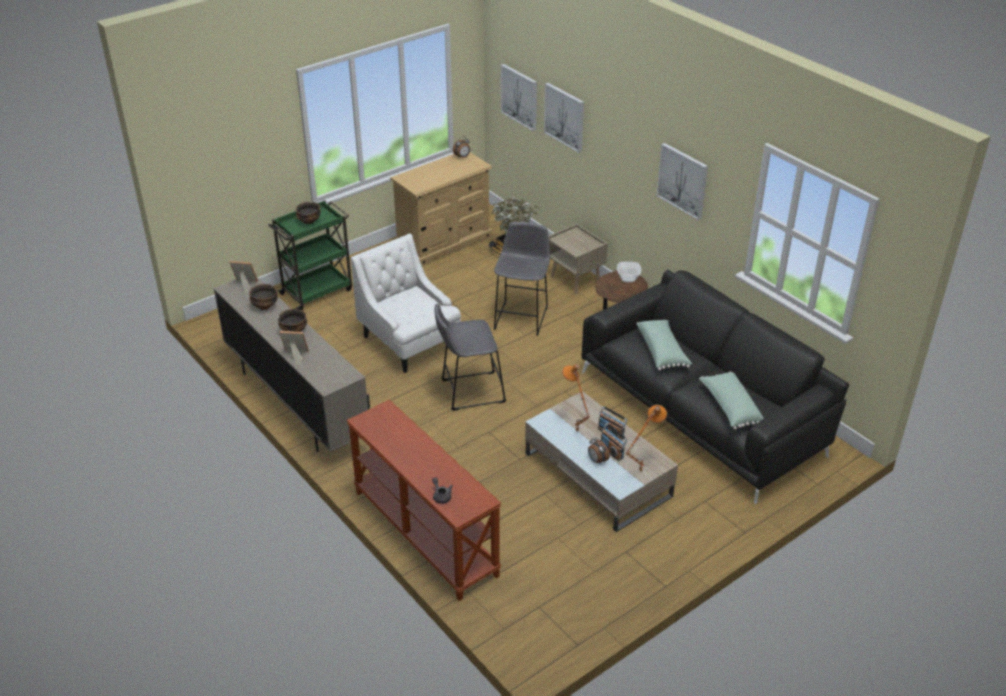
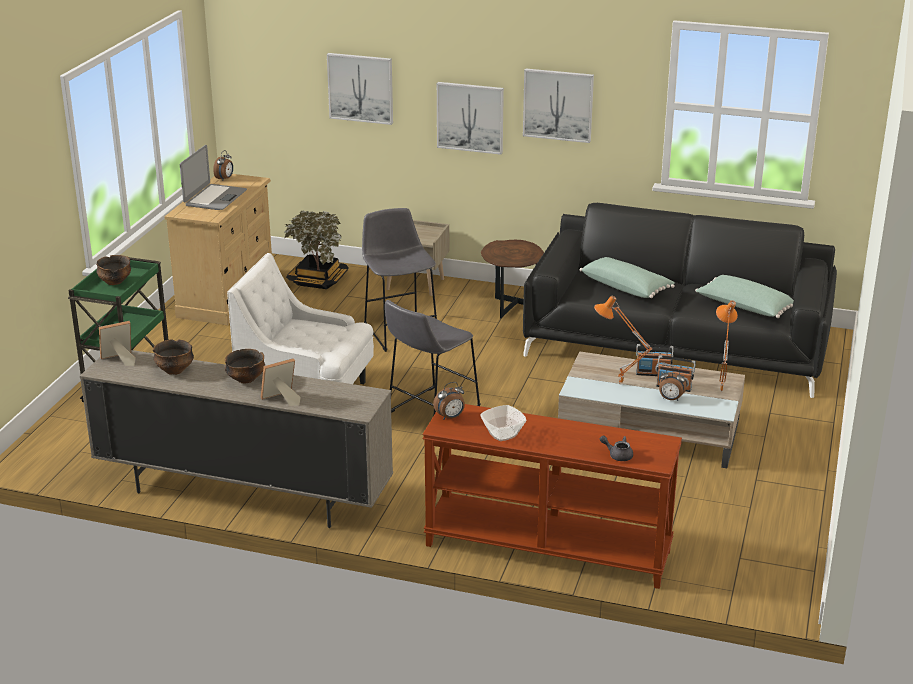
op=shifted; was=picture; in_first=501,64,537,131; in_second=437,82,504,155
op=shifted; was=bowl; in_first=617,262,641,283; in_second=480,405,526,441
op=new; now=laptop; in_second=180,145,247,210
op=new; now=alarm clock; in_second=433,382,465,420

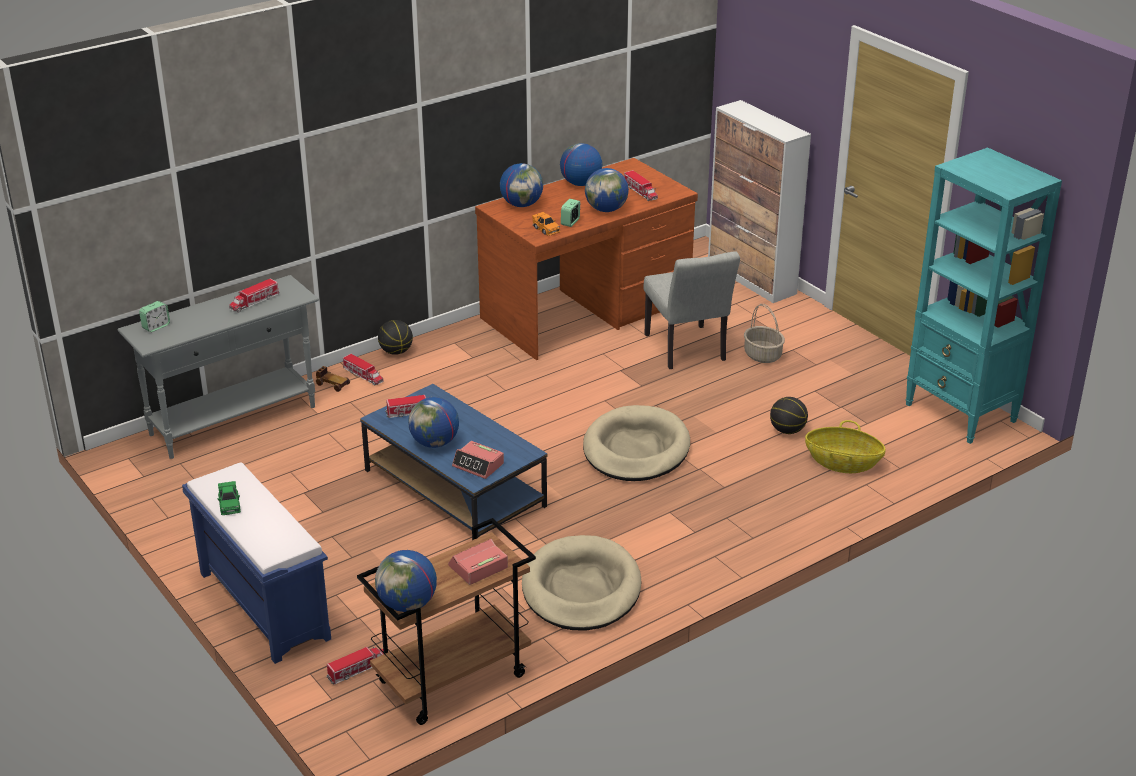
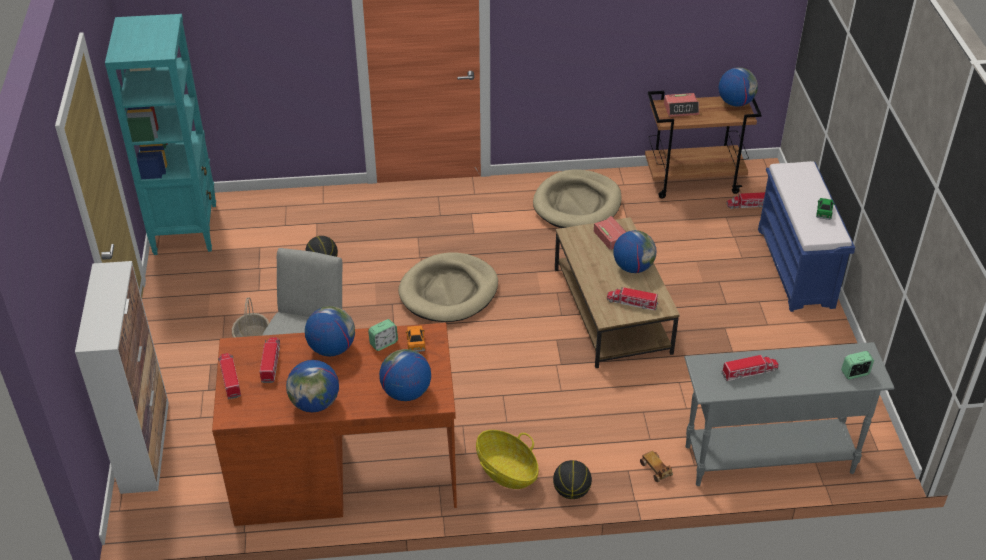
op=shifted; was=toy truck; in_first=343,354,384,386; in_second=218,353,241,399
op=repainted; was=blue coffee table; now=brown coffee table; in_first=360,384,547,538; in_second=555,217,680,368
op=shifted; was=basket; in_first=805,420,885,473; in_second=476,430,539,489

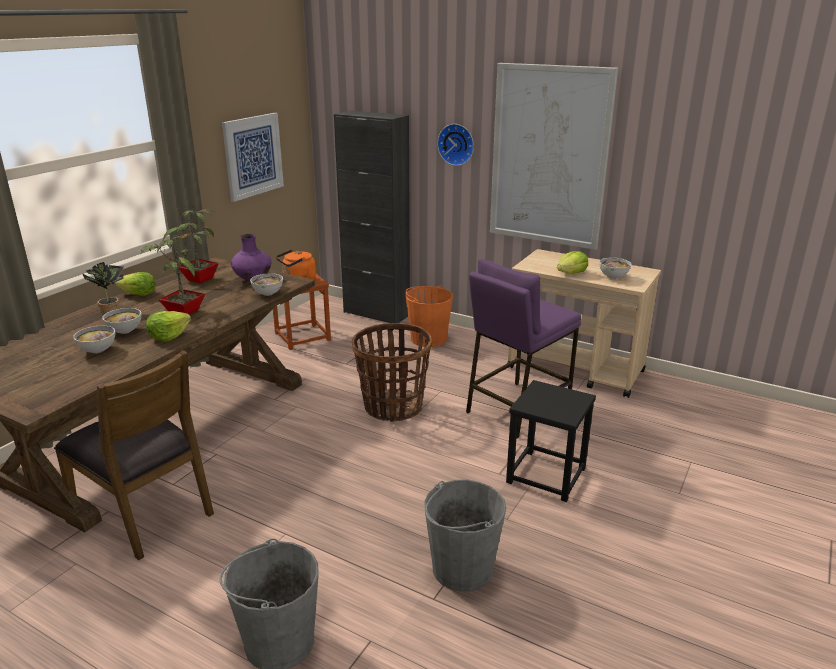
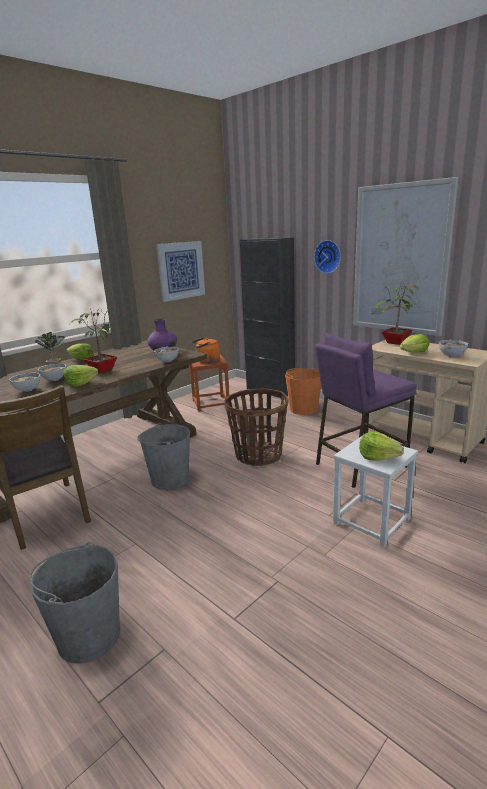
op=shifted; was=potted plant; in_first=163,204,219,283; in_second=373,284,419,345
op=repainted; was=black stool; now=white stool; in_first=506,380,596,502; in_second=333,435,418,547
op=shifted; was=grey bucket; in_first=424,480,506,592; in_second=137,423,190,490
op=new; now=lettuce; in_second=359,431,404,461

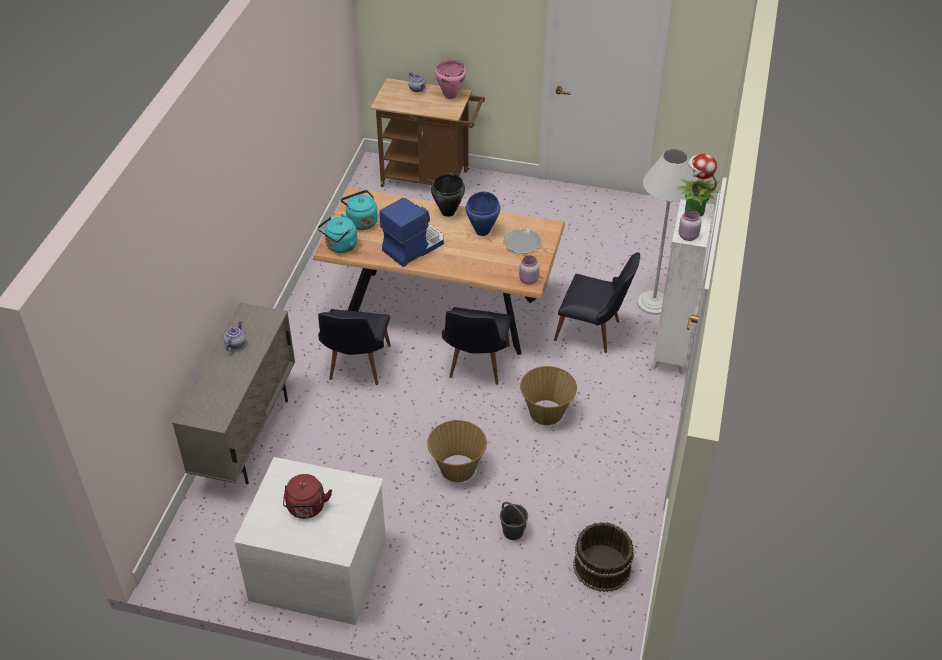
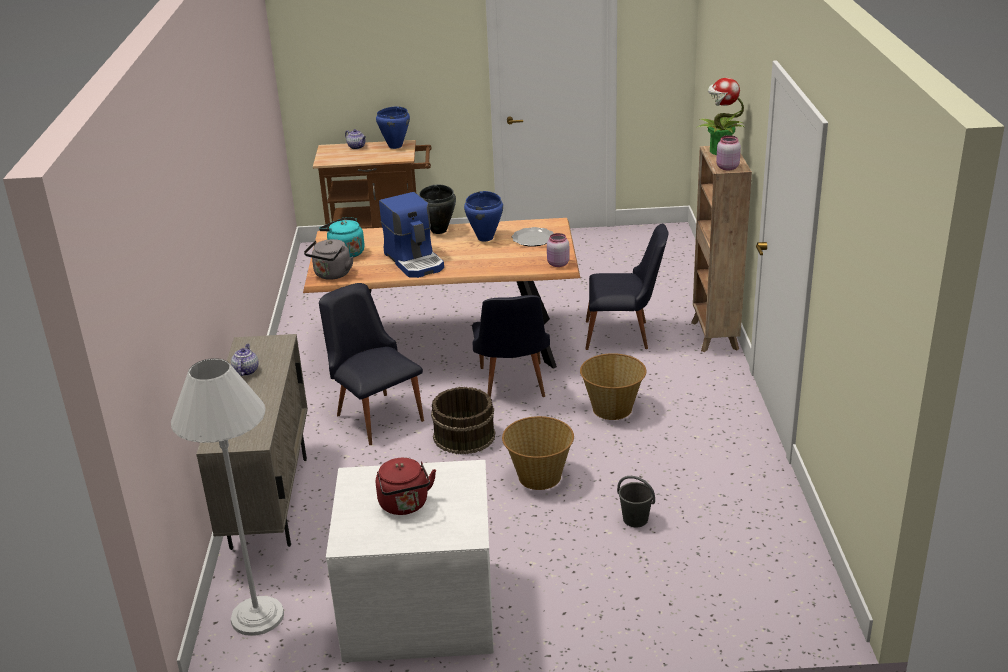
op=repainted; was=pink cooking pot; now=blue cooking pot; in_first=435,60,466,99; in_second=376,106,410,149
op=shifted; was=white floor lamp; in_first=637,149,698,315; in_second=171,358,284,636
op=rotated; was=coffee machine; in_first=379,198,444,267; in_second=379,192,444,278; clockwise=120
op=repainted; was=white bookcase; now=brown bookcase; in_first=651,199,714,374; in_second=691,146,752,352
op=repainted; was=turquoise kettle; now=grey kettle; in_first=318,217,357,253; in_second=304,239,353,280
op=rotated; was=black chair; in_first=318,309,391,385; in_second=319,283,424,445; clockwise=150
op=shifted; was=brown bucket; in_first=573,522,634,592; in_second=431,387,495,454

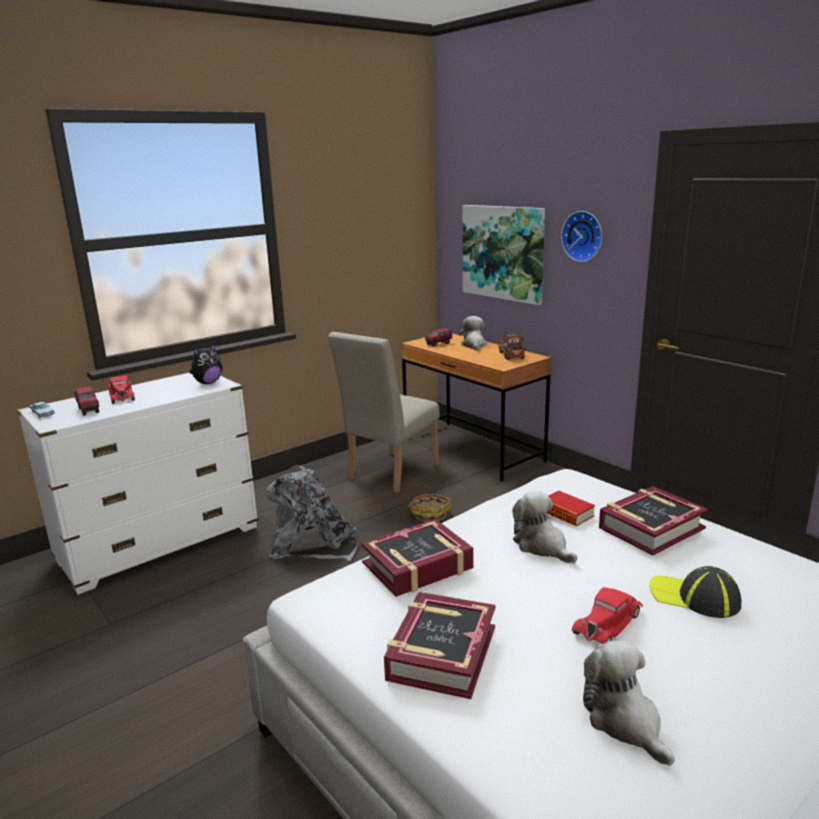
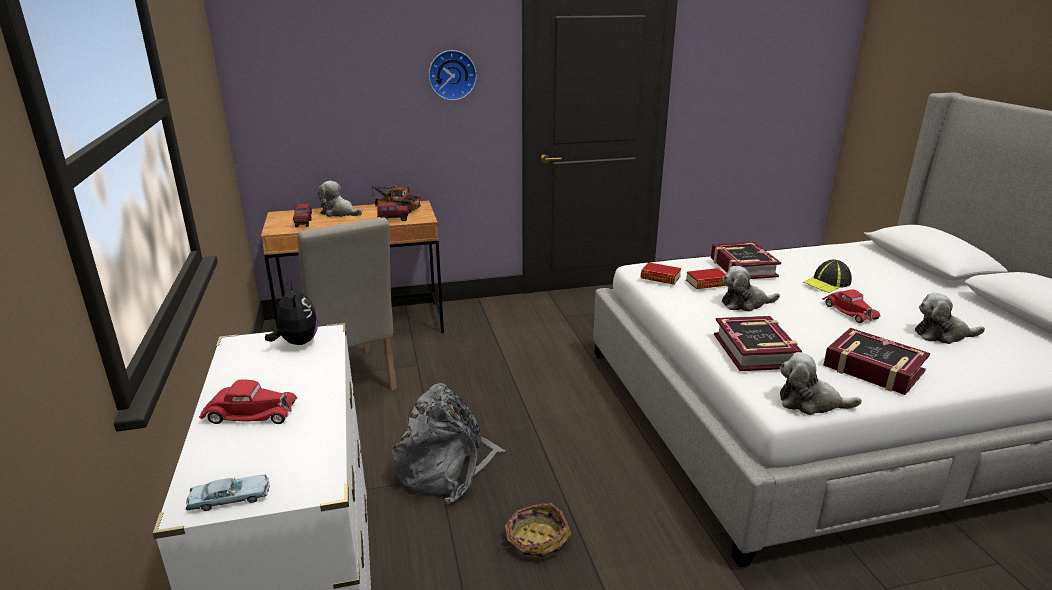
op=gone; was=picture; in_first=463,205,545,305
op=shifted; was=toy truck; in_first=74,386,99,416; in_second=377,202,409,221
op=shifted; was=basket; in_first=408,494,451,522; in_second=500,503,571,559
op=new; now=book; in_second=641,262,681,285
op=new; now=plush toy; in_second=780,352,862,415

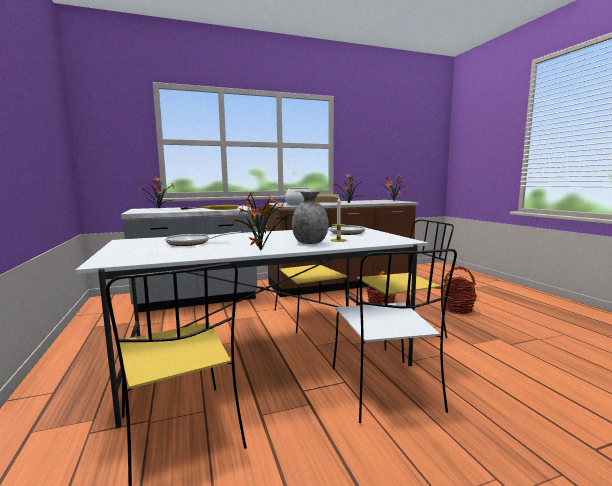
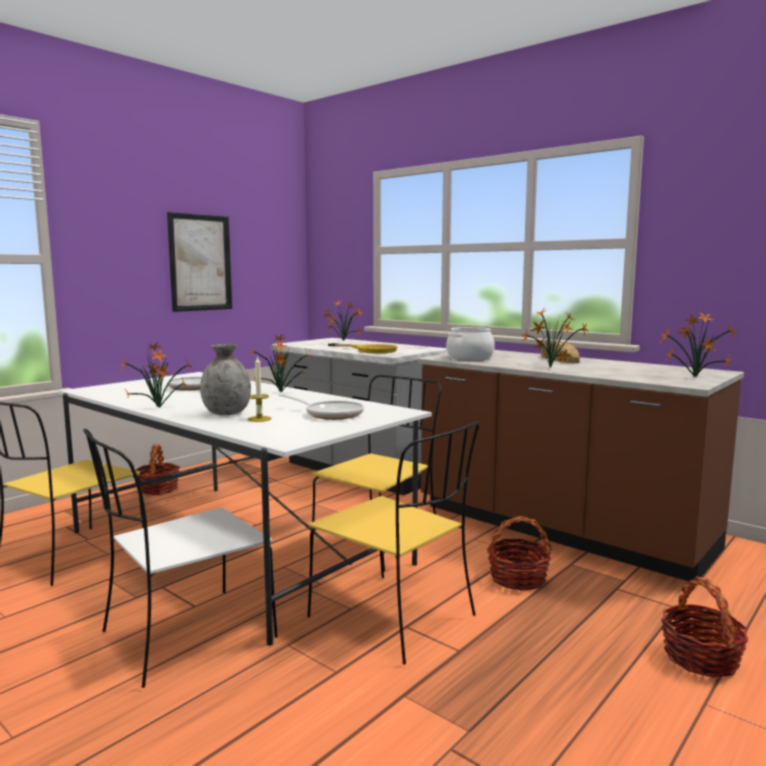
op=shifted; was=basket; in_first=440,276,477,314; in_second=135,444,180,496
op=new; now=picture; in_second=167,212,232,312

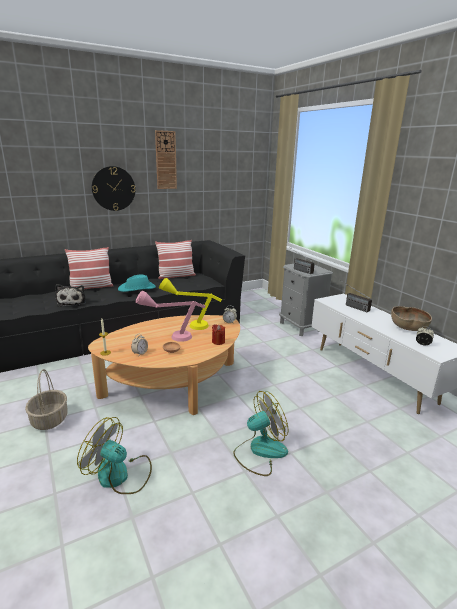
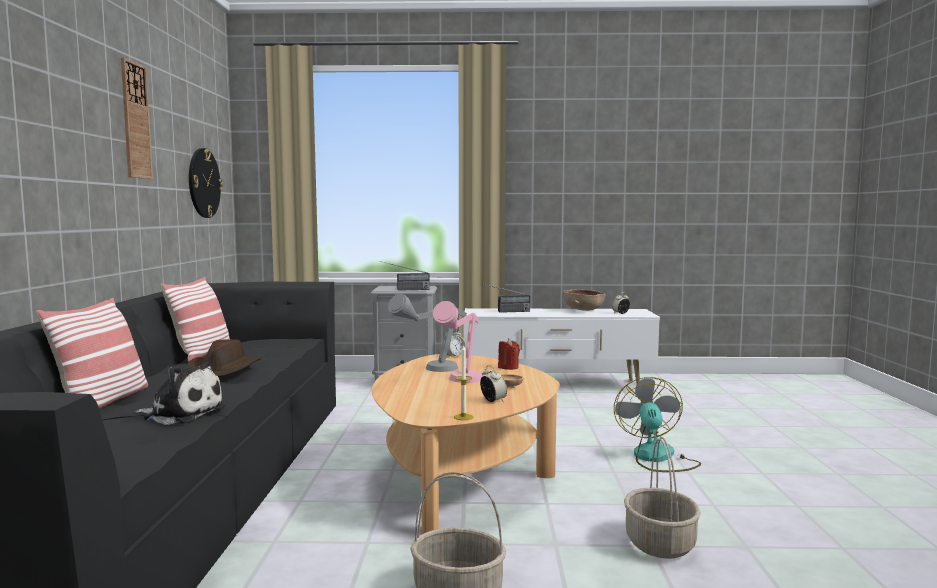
op=shifted; was=wall clock; in_first=92,166,135,211; in_second=189,148,223,218
op=repainted; was=turquoise hat; now=brown hat; in_first=118,275,156,292; in_second=187,339,262,377
op=repainted; was=yellow table lamp; now=grey table lamp; in_first=159,278,222,330; in_second=388,293,467,372
op=swapped; was=fan; now=basket; in_first=77,417,152,494; in_second=624,437,701,559

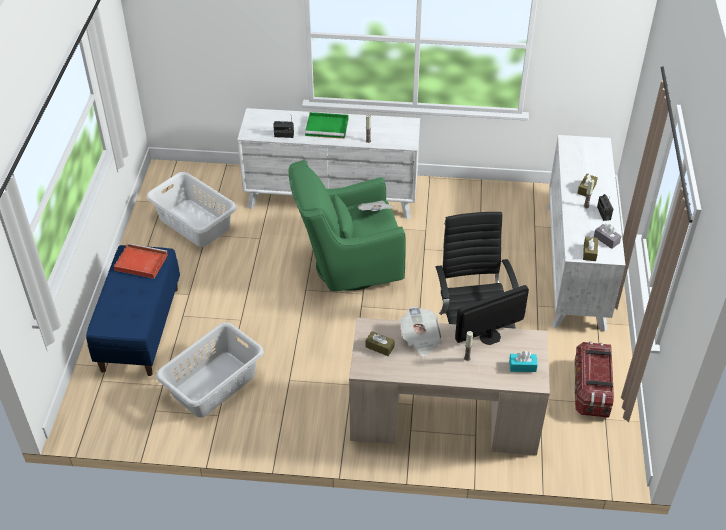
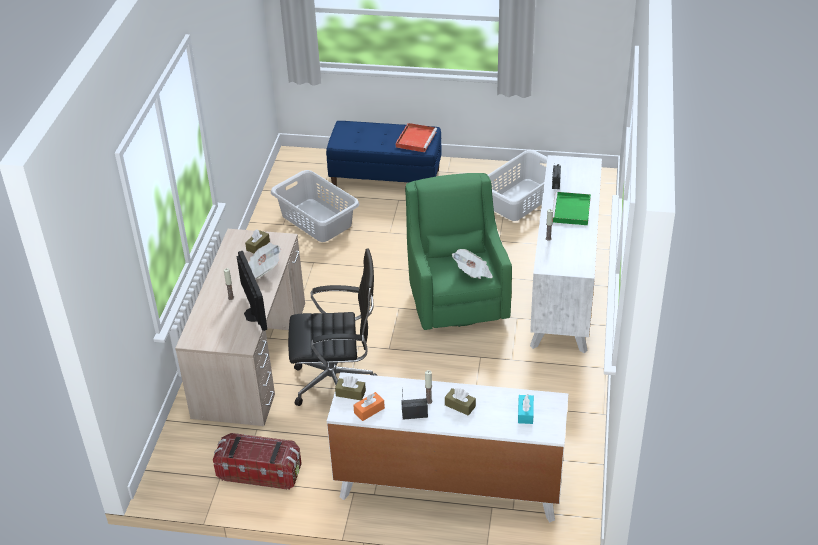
op=repainted; was=grey tissue box; now=orange tissue box; in_first=594,224,621,249; in_second=353,392,385,421
op=shifted; was=turquoise tissue box; in_first=509,351,538,372; in_second=518,394,534,424

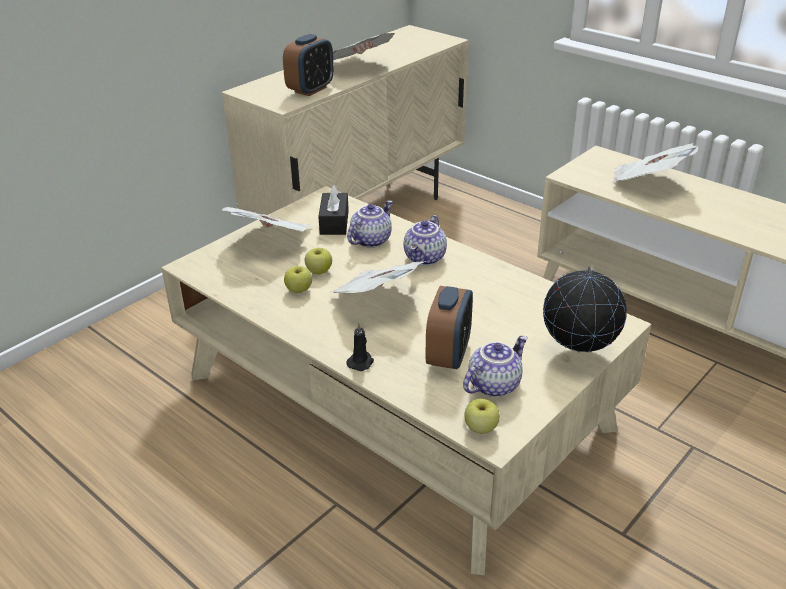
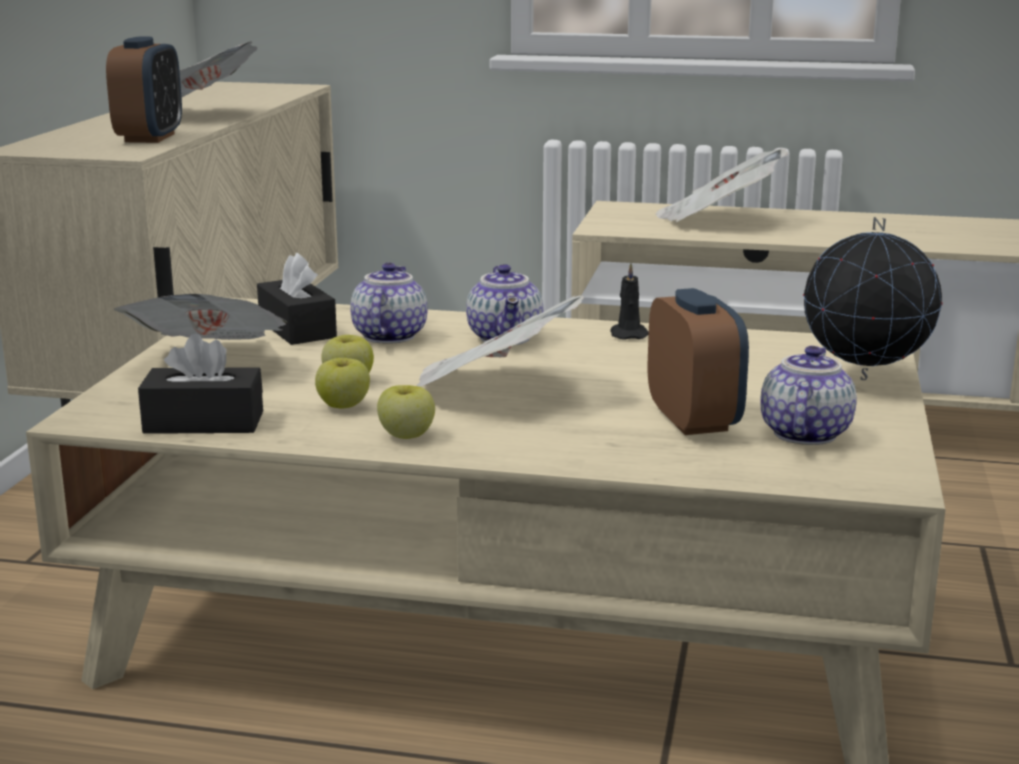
op=shifted; was=black candle; in_first=346,323,374,371; in_second=610,263,649,340
op=shifted; was=apple; in_first=464,399,500,434; in_second=377,385,435,439
op=new; now=black tissue box; in_second=138,333,263,434

